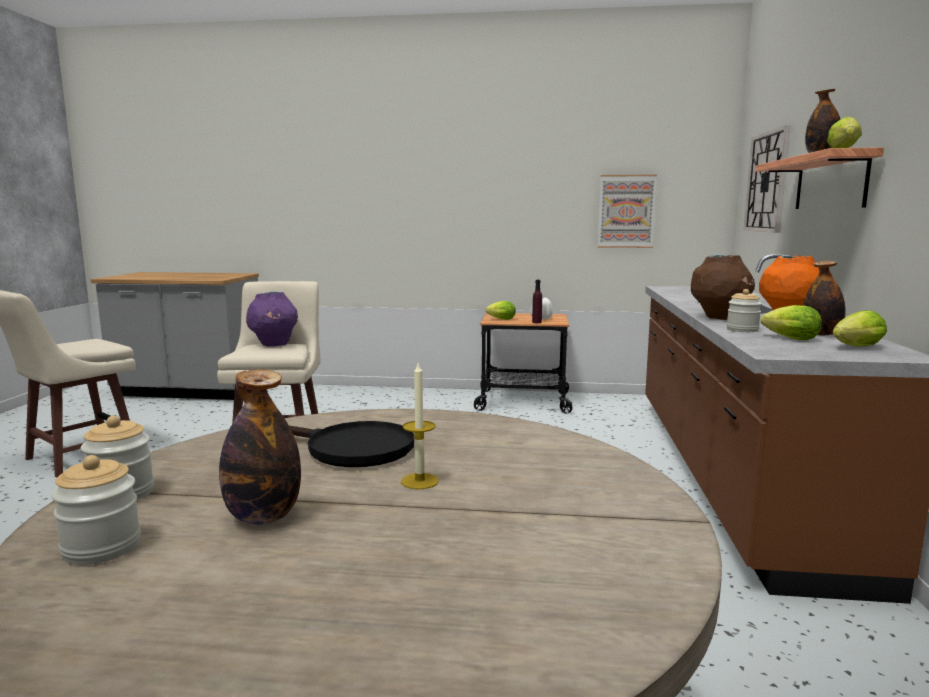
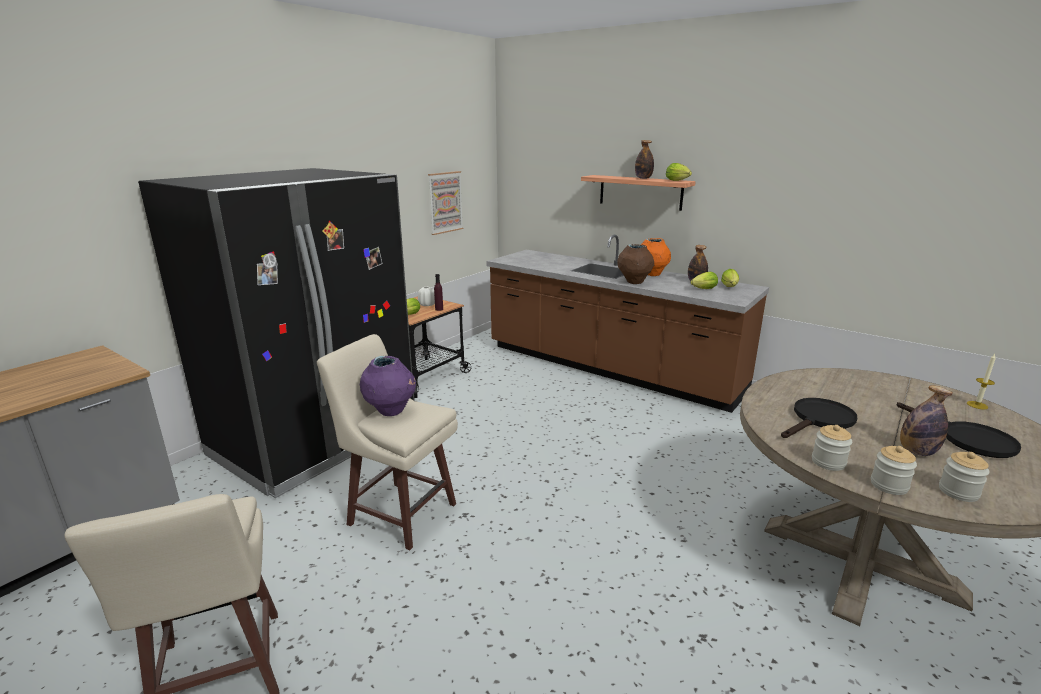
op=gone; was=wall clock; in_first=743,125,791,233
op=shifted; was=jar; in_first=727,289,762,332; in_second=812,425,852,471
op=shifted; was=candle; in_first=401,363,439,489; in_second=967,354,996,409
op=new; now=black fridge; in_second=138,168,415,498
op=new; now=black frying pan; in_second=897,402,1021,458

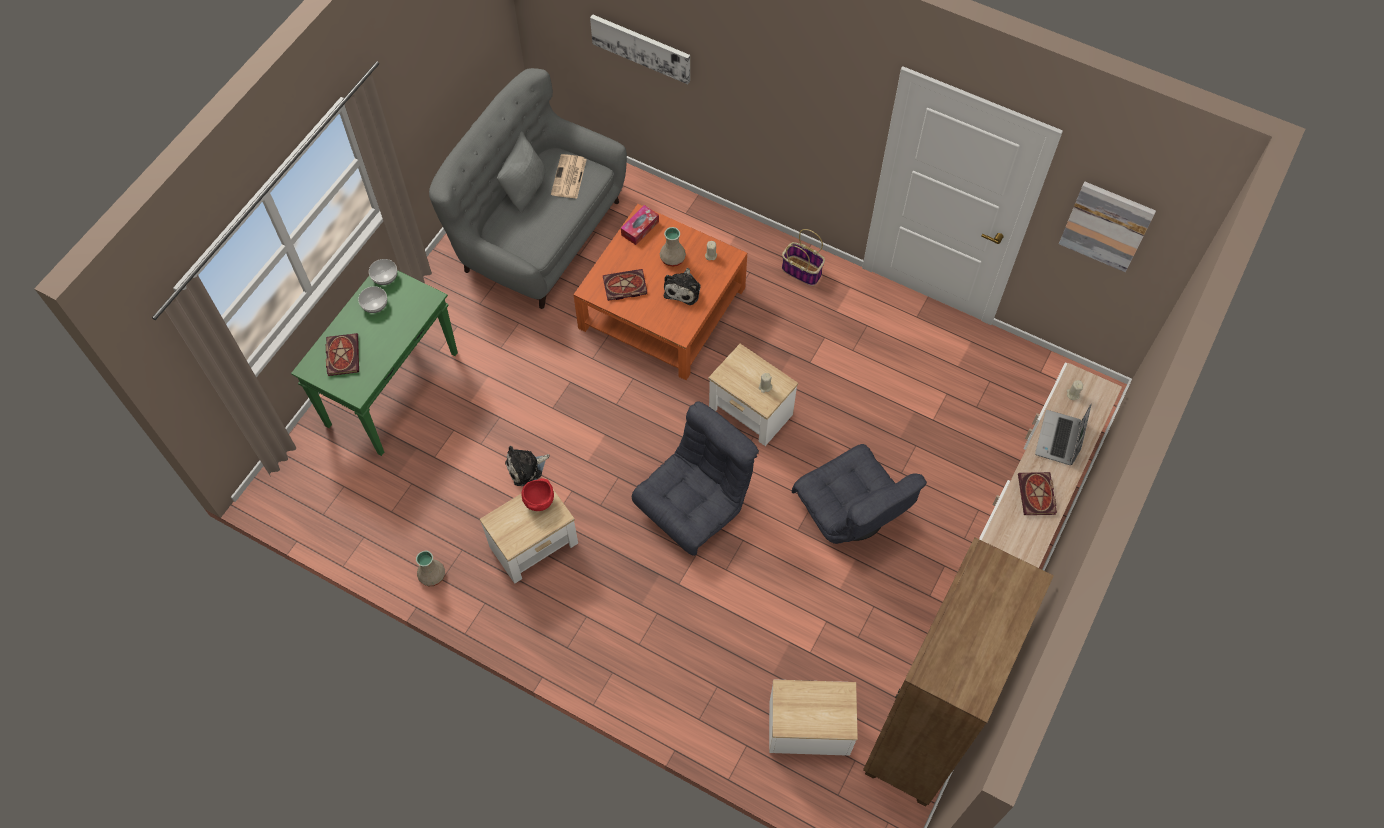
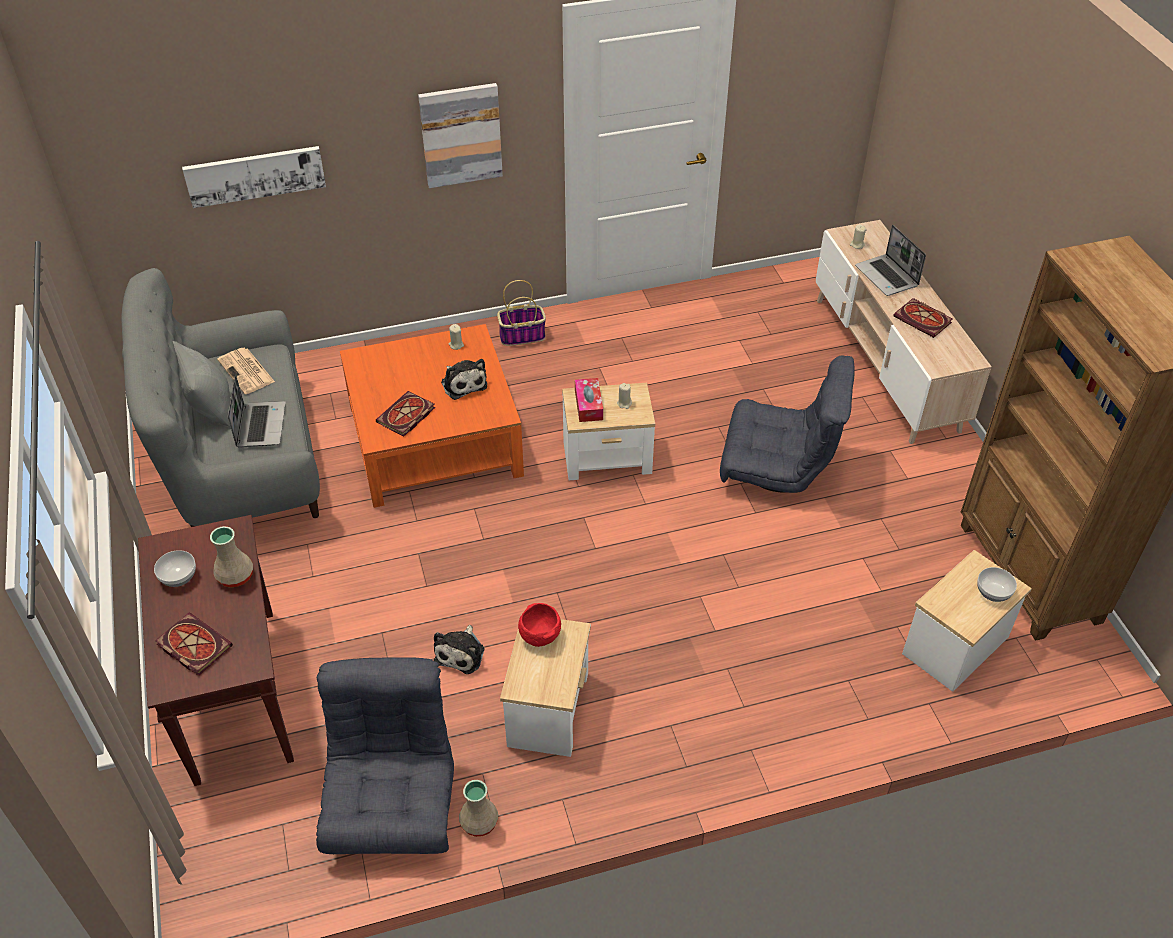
op=shifted; was=picture; in_first=1059,182,1156,272; in_second=418,83,503,188
op=shifted; was=tissue box; in_first=621,205,659,245; in_second=575,378,603,422
op=shifted; was=beige vase; in_first=660,227,686,267; in_second=210,526,253,588
op=shifted; was=bowl; in_first=369,259,397,285; in_second=977,567,1017,602
op=repainted; was=green console table; now=brown console table; in_first=291,270,458,456; in_second=138,515,294,786
op=shifted; was=grey armchair; in_first=632,401,759,556; in_second=316,657,454,854
op=new; now=laptop; in_second=228,374,286,448

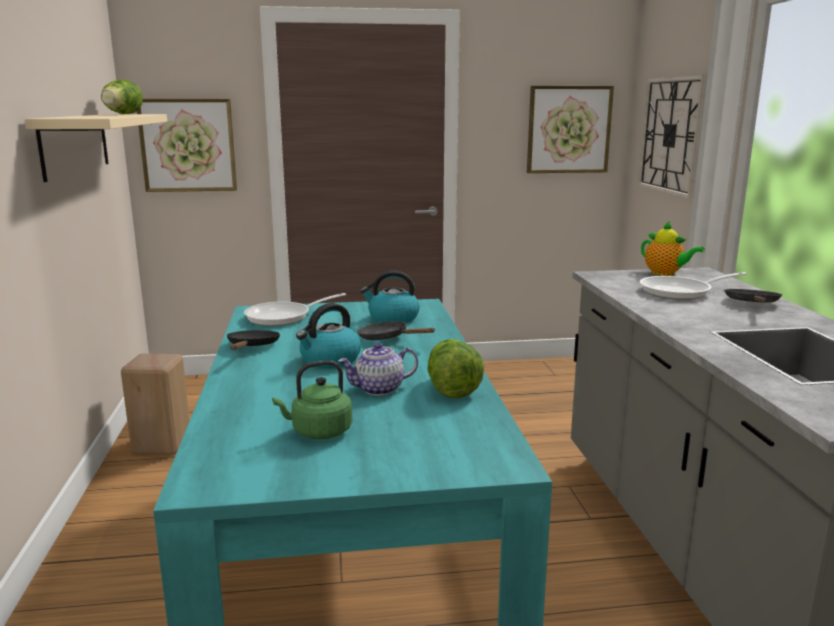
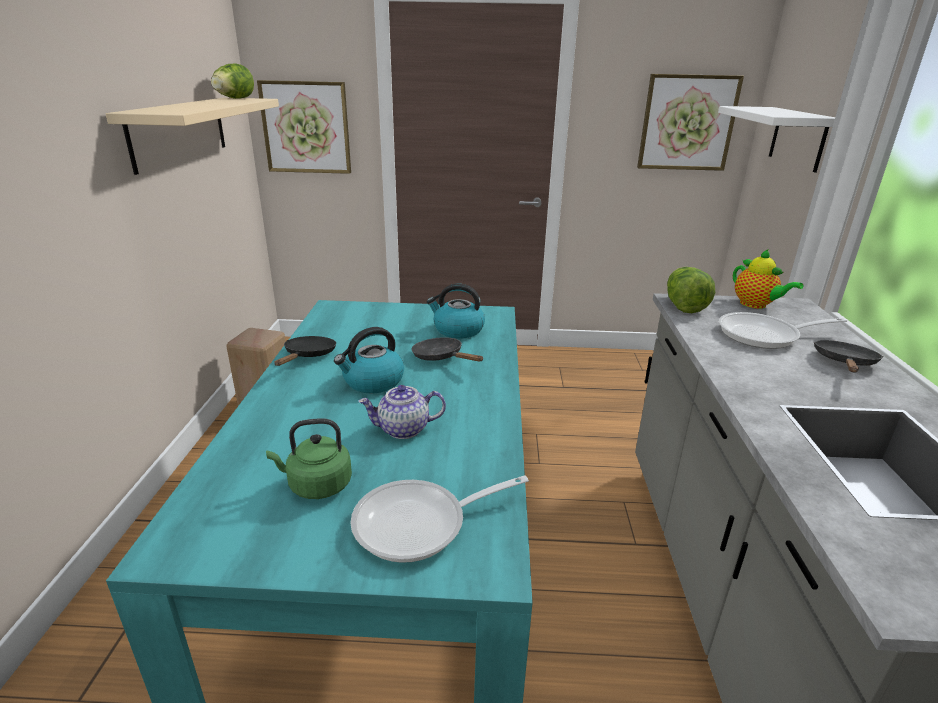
op=swapped; was=wall clock; now=white shelf; in_first=638,75,708,199; in_second=718,106,835,173
op=shifted; was=frying pan; in_first=244,293,346,326; in_second=350,475,529,563
op=shifted; was=lettuce; in_first=428,339,484,398; in_second=667,267,715,313

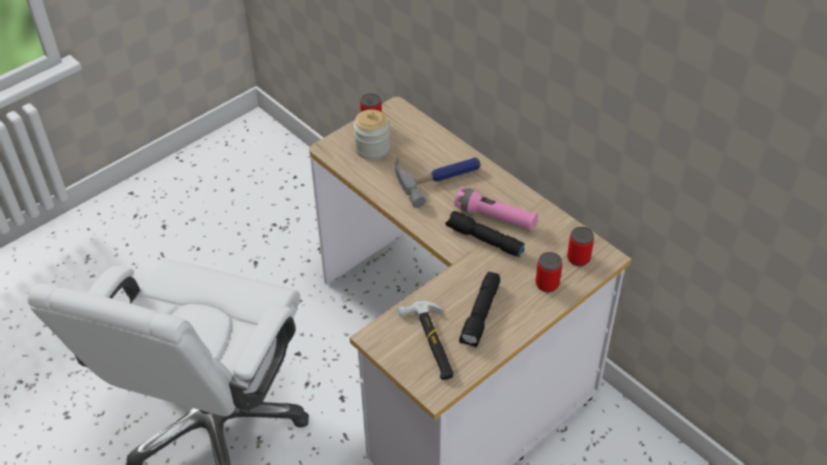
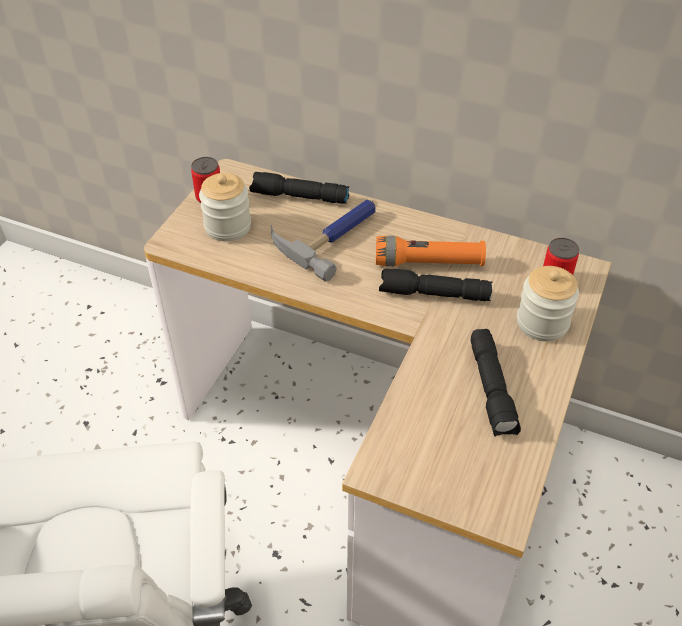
op=repainted; was=pink flashlight; now=orange flashlight; in_first=455,187,538,231; in_second=376,236,486,266
op=swapped; was=can; now=jar; in_first=536,252,562,292; in_second=517,266,579,342
op=gone; was=hammer; in_first=398,300,454,380
op=new; now=black flashlight; in_second=249,172,349,204

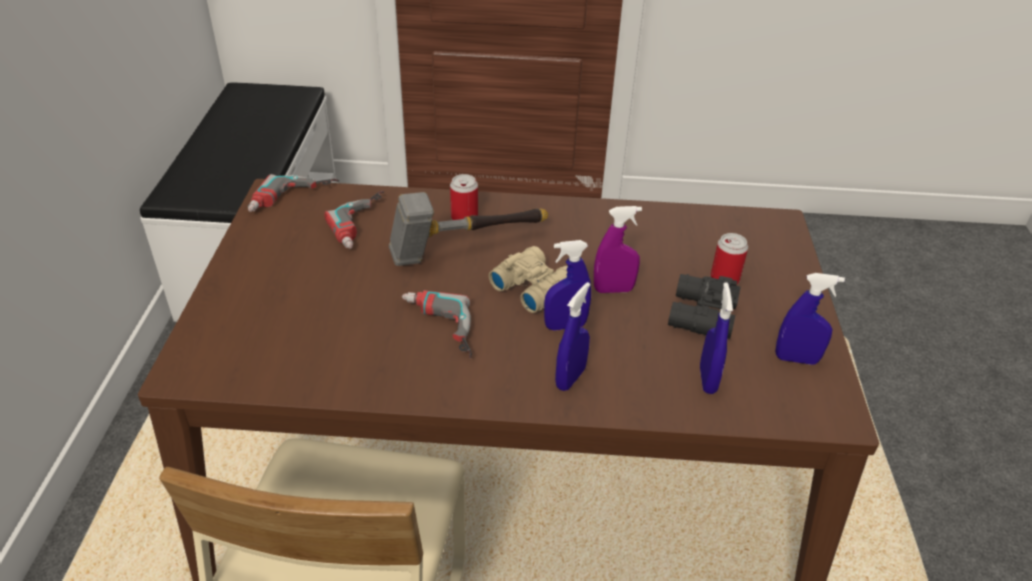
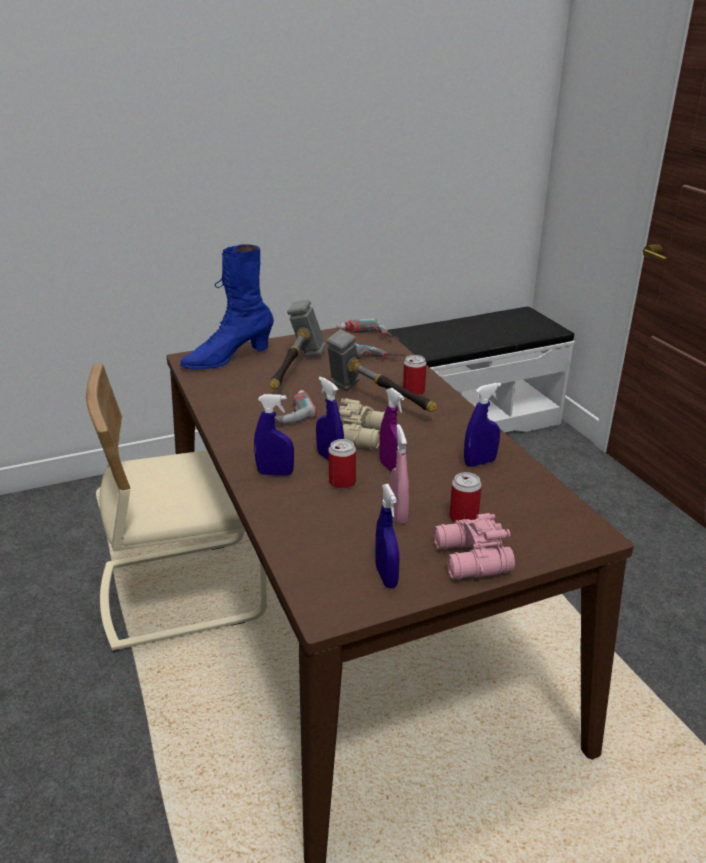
op=swapped; was=black binoculars; now=pink spray bottle; in_first=668,274,741,339; in_second=390,424,409,525
op=shifted; was=blue spray bottle; in_first=700,282,733,394; in_second=464,383,502,467
op=new; now=blue boot; in_second=180,244,274,370
op=new; now=hammer; in_second=269,300,326,389
op=new; now=can; in_second=328,439,356,489
op=new; now=pink binoculars; in_second=433,513,515,580

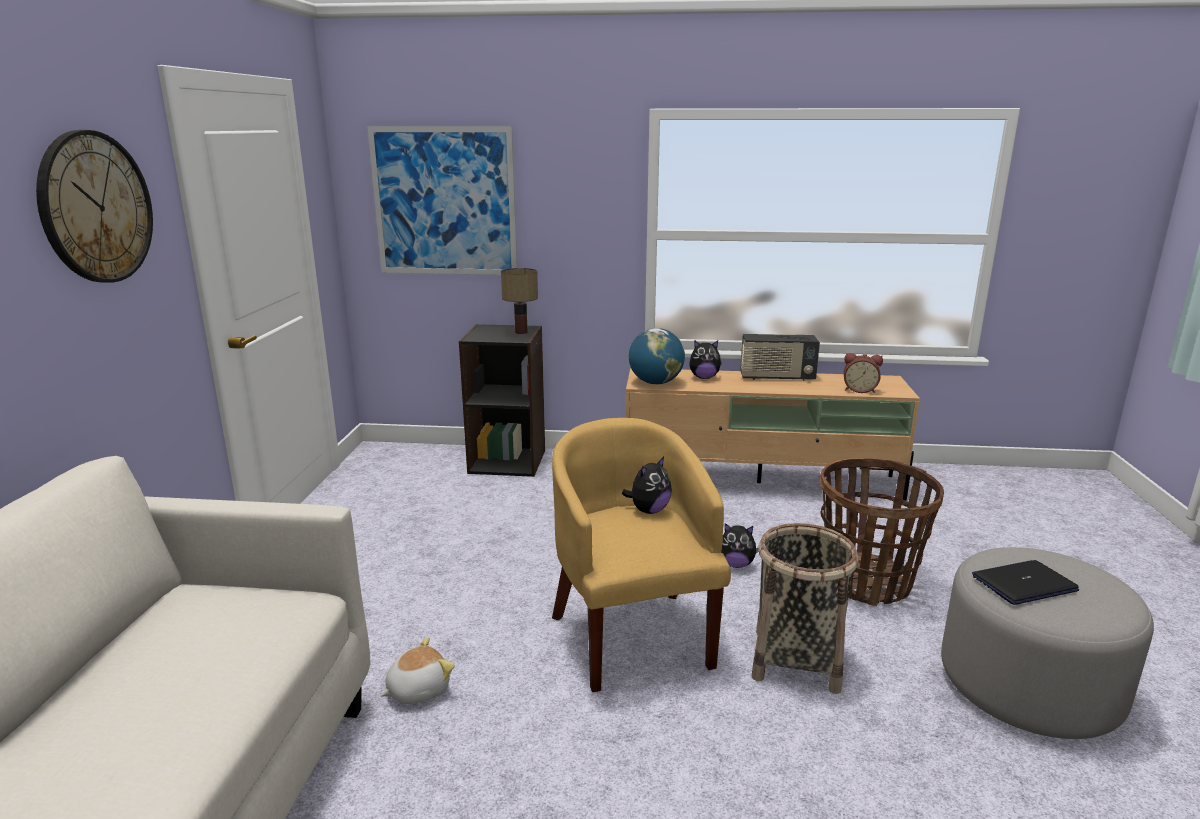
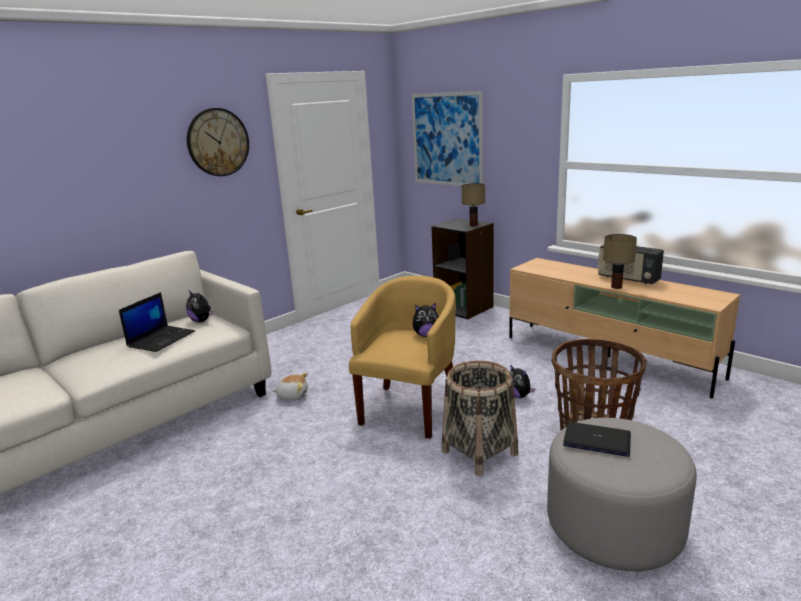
op=gone; was=globe; in_first=629,328,685,384
op=shifted; was=plush toy; in_first=689,340,722,379; in_second=186,291,214,323
op=gone; was=alarm clock; in_first=844,353,883,393
op=new; now=table lamp; in_second=603,234,637,289
op=new; now=laptop; in_second=119,292,195,352

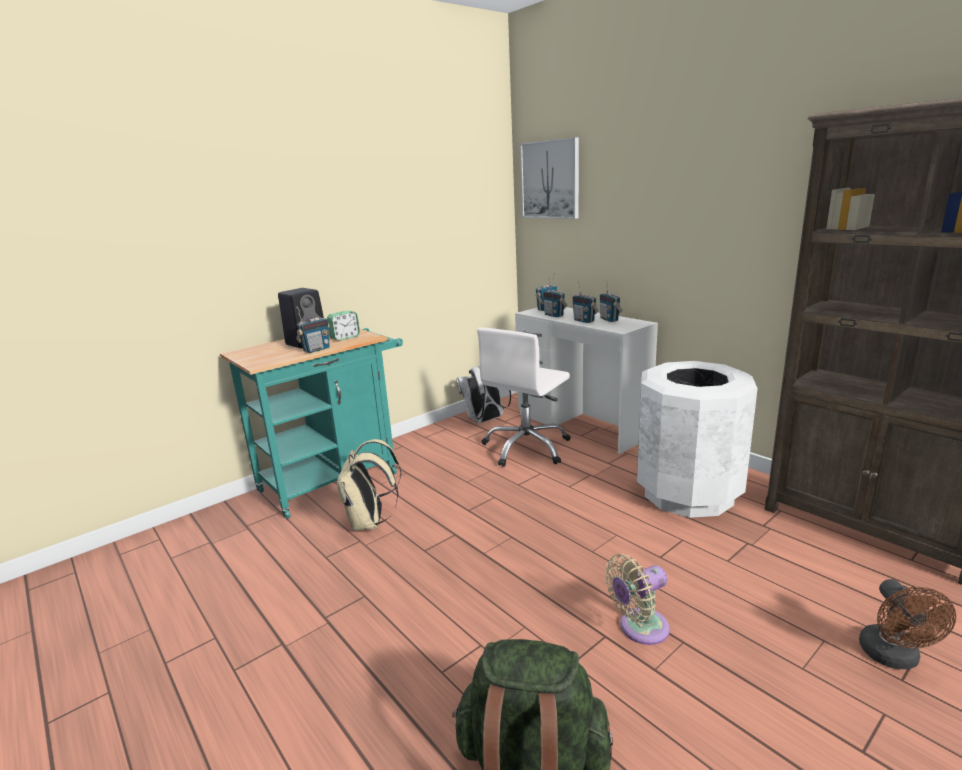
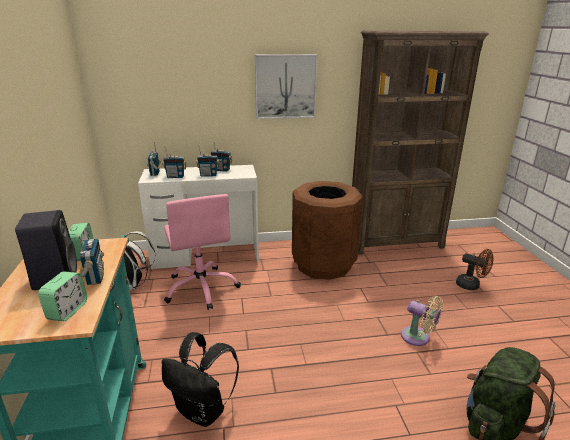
op=shifted; was=picture; in_first=520,137,579,219; in_second=255,54,318,119
op=repainted; was=white office chair; now=pink office chair; in_first=477,327,571,467; in_second=164,194,241,310
op=repainted; was=white trash can; now=brown trash can; in_first=637,361,758,518; in_second=292,181,363,280
op=repainted; was=beige backpack; now=black backpack; in_first=337,439,402,531; in_second=162,332,239,427
op=rotated; was=beige fan; in_first=605,554,670,645; in_second=401,296,443,346; clockwise=-60
op=new; now=alarm clock; in_second=38,271,87,321

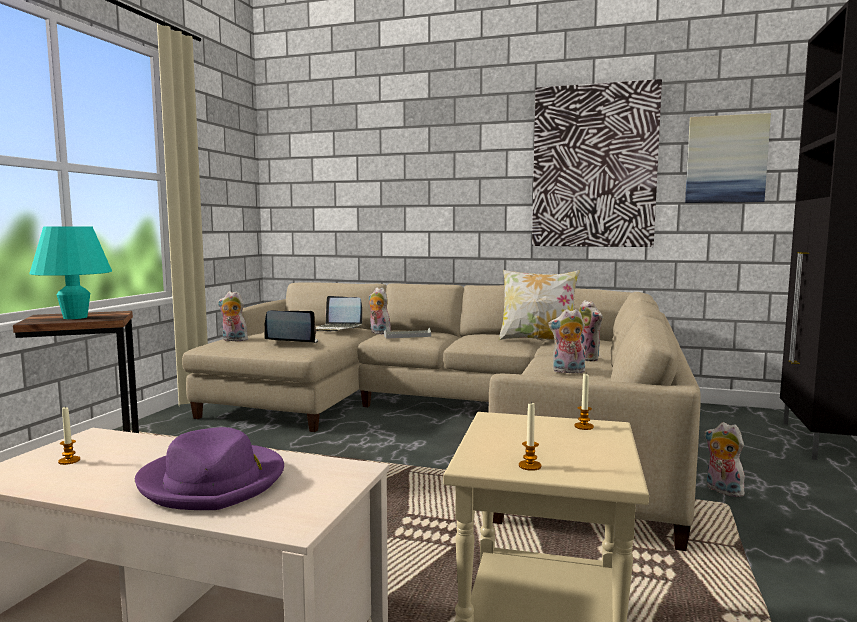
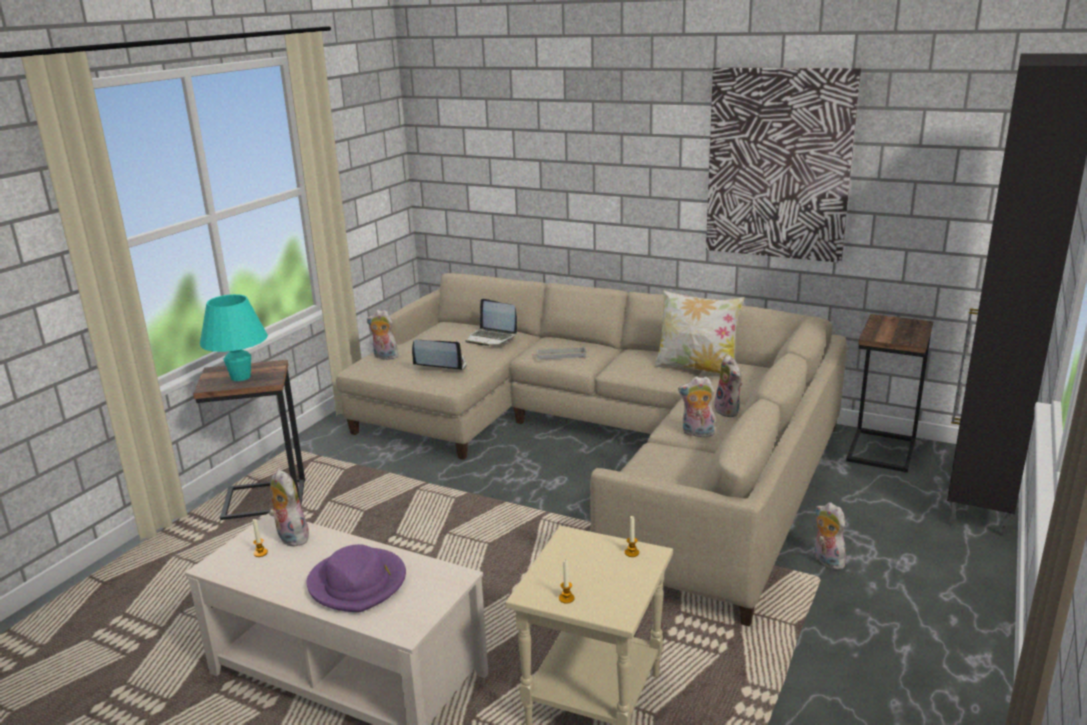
op=gone; was=picture; in_first=685,113,771,203
op=shifted; was=plush toy; in_first=368,287,391,334; in_second=269,469,311,547
op=new; now=side table; in_second=846,314,933,473

